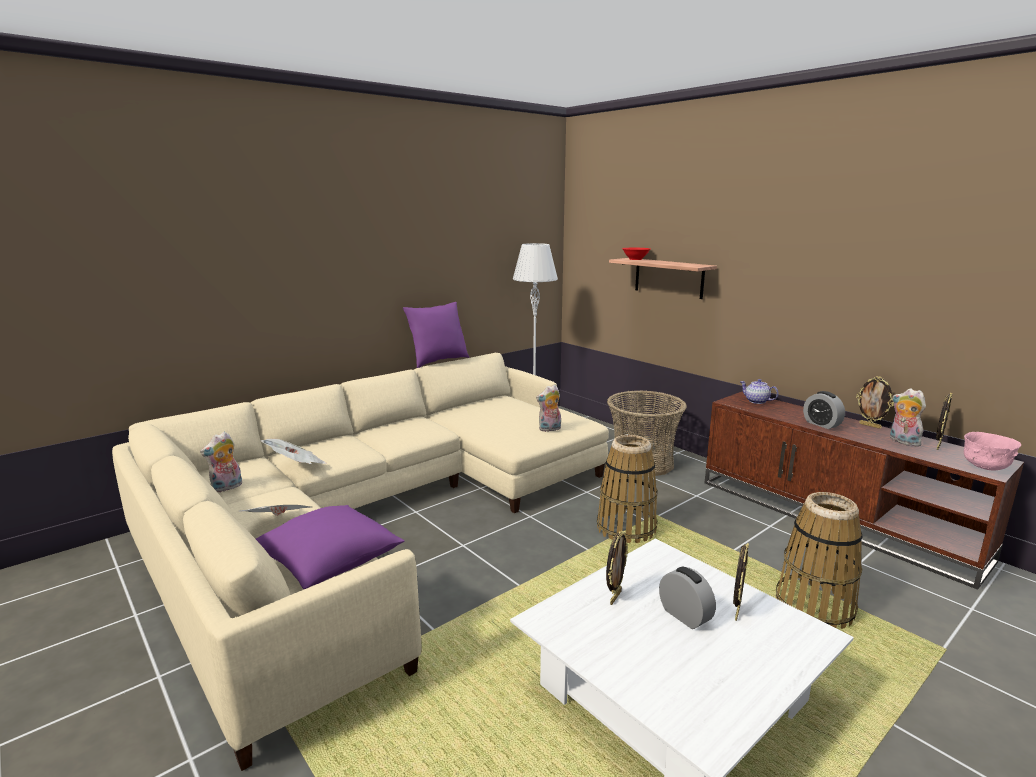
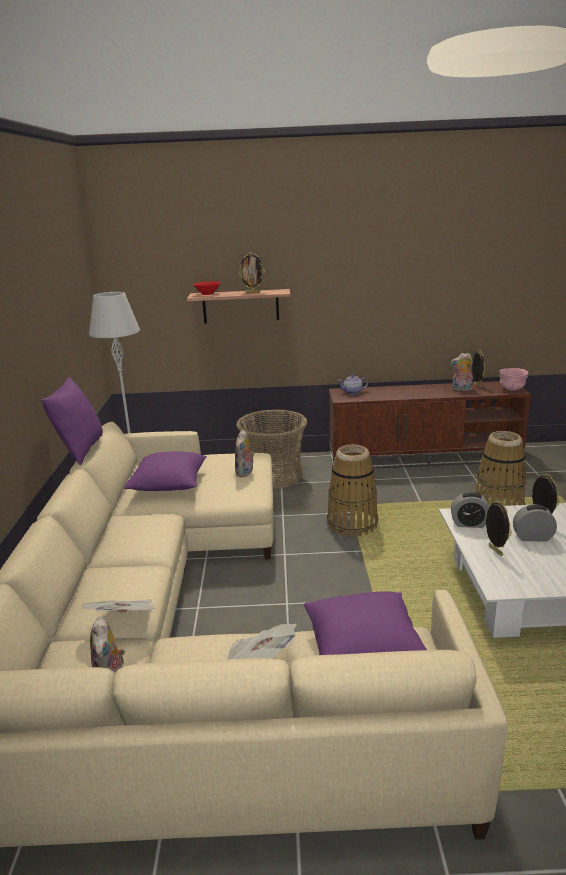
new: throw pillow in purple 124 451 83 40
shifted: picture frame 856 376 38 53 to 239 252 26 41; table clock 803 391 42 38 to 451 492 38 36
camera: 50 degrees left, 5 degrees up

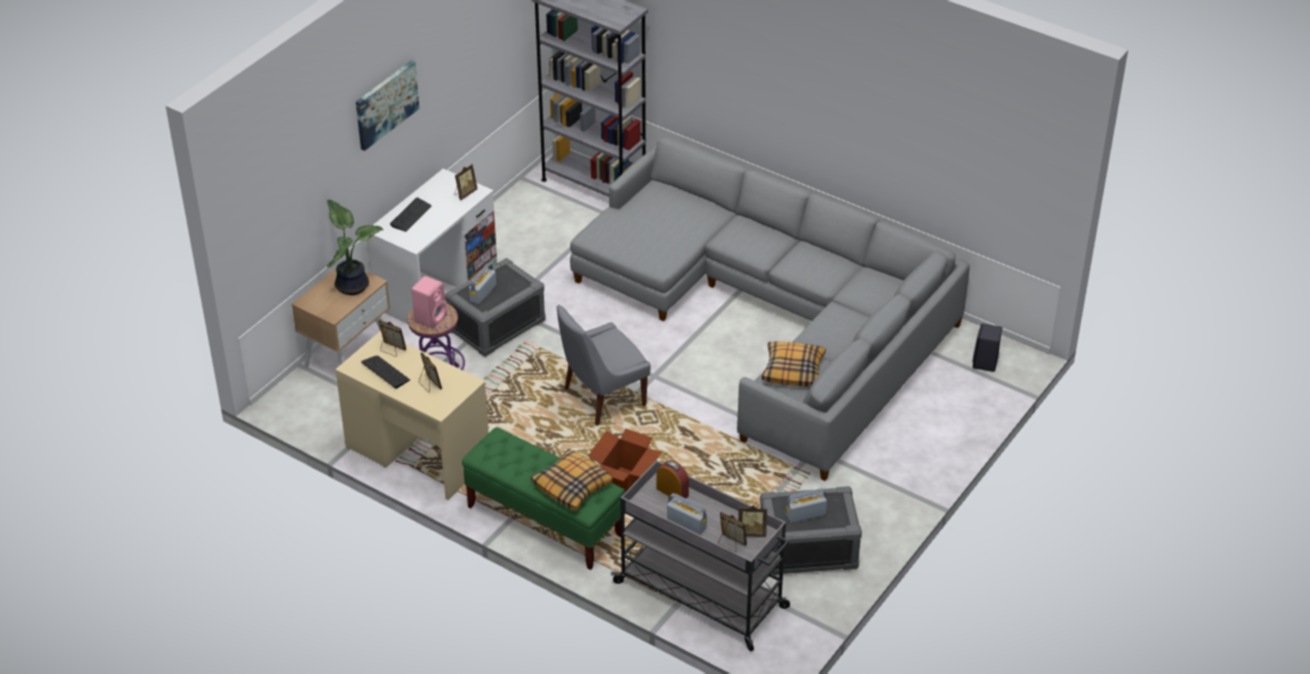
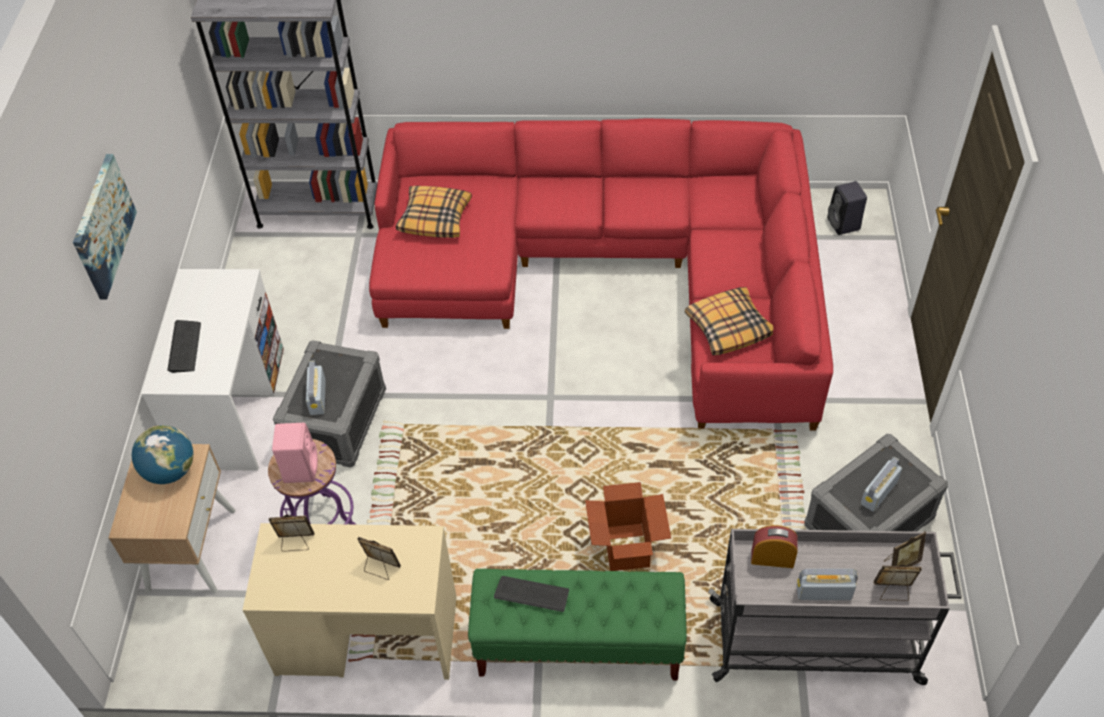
gone: picture frame 455 164 22 36; chair in gray 557 304 93 122
shifted: throw pillow 531 449 82 62 to 396 186 76 52; keyboard 361 356 49 33 to 494 576 75 36
swapped: plant in a pot 327 200 56 95 to globe 132 425 61 59
repainted: settee in gray 570 136 400 345 to settee in red 369 118 464 313
camera: 30 degrees left, 10 degrees up

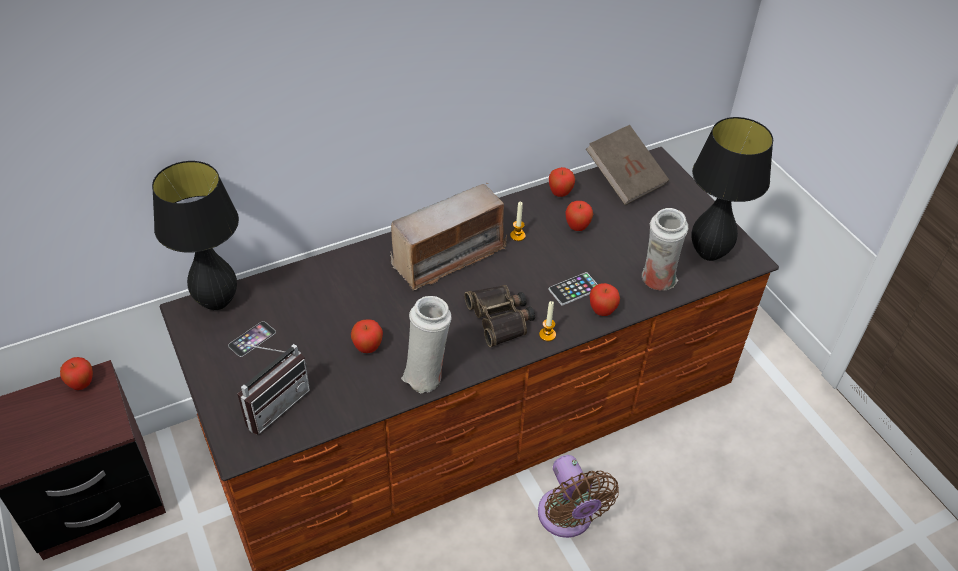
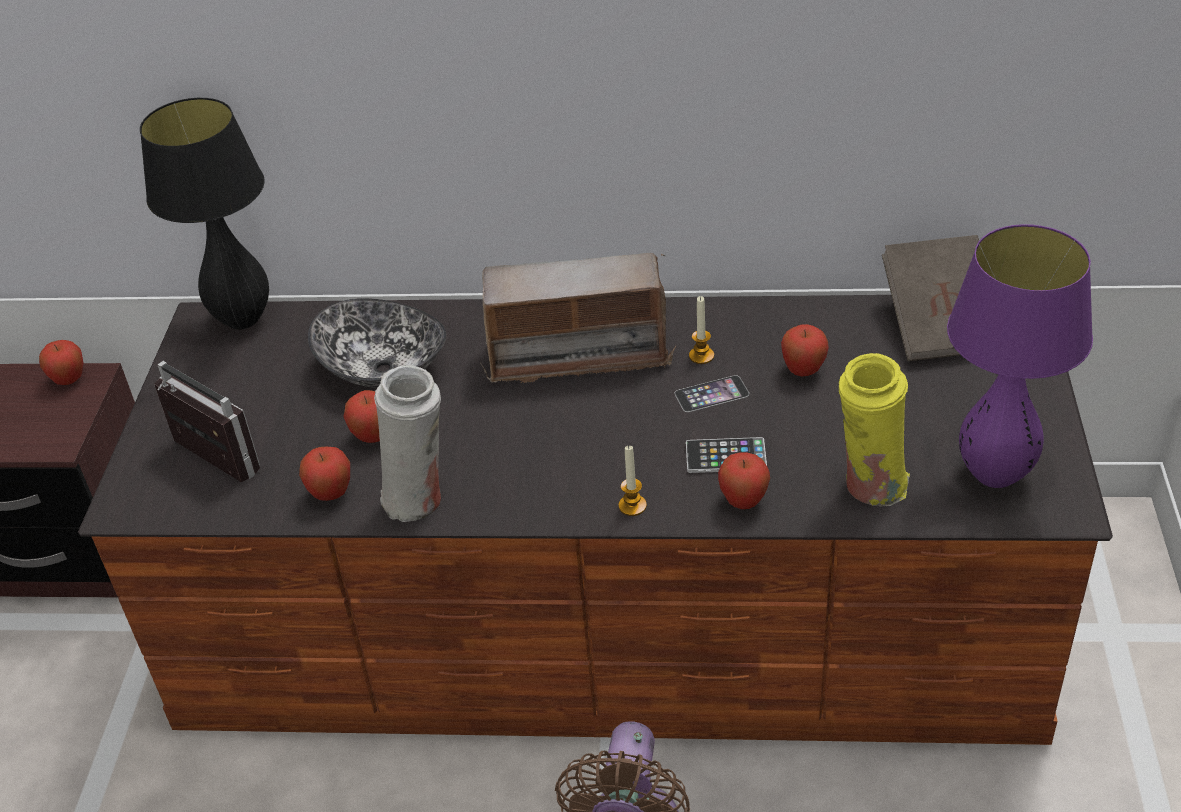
gone: pair of binoculars 464 285 71 62
new: bowl 308 298 138 90
shifted: apple 549 167 26 30 to 299 447 51 54; handset 228 321 48 36 to 675 375 74 37
repainted: vase in white 642 208 46 82 to vase in yellow-coloured 839 353 71 154; table lamp in black-coloured 691 117 82 144 to table lamp in purple 947 224 146 264
rotated: radio set 238 344 72 91 = 154 361 106 121 120 degrees counterclockwise
camera: 35 degrees right, 5 degrees down

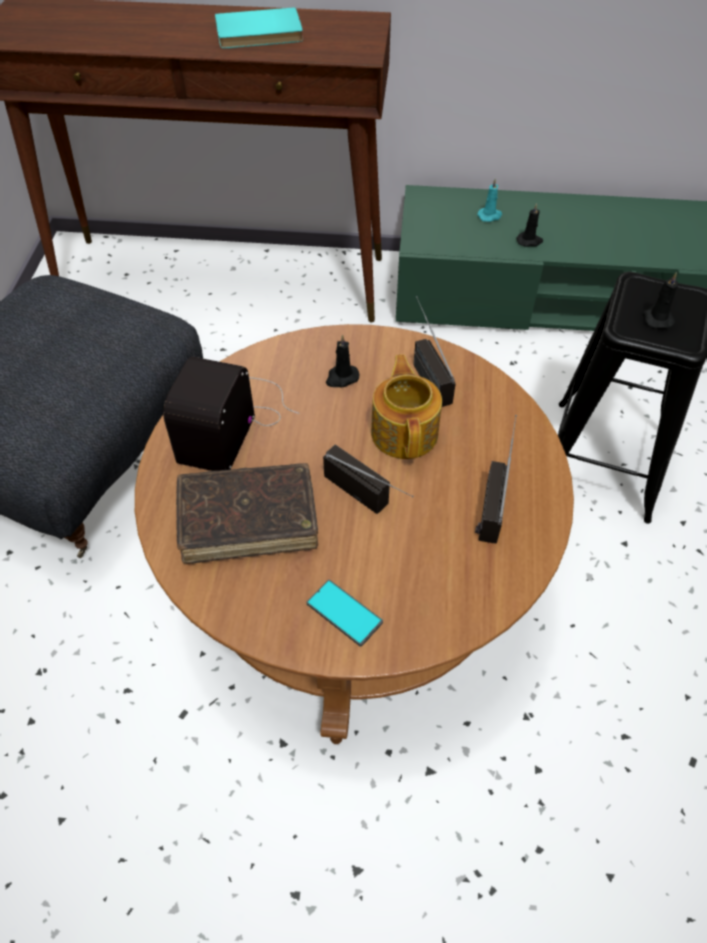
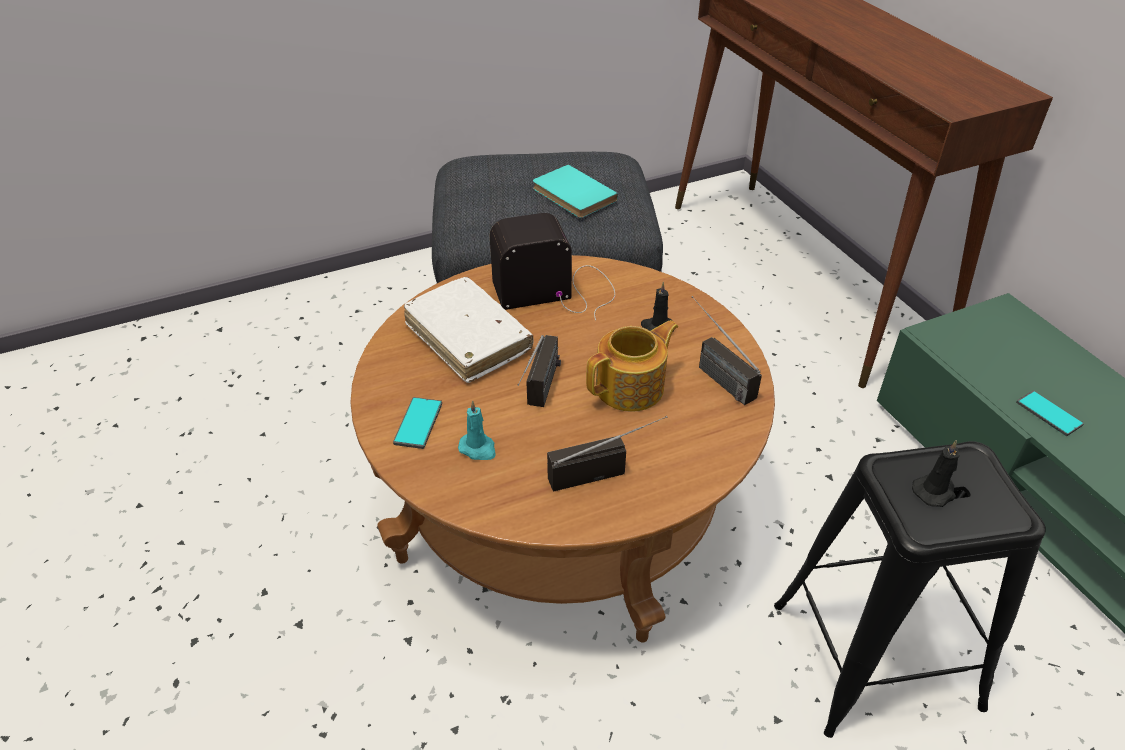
shifted: wax light in blue-green 477 178 25 44 to 458 400 38 60; book in blue-green 215 7 88 41 to 533 165 85 53
swapped: wax light in black-coloured 516 203 27 44 to handset 1016 390 68 46
repainted: book in brown-coloured 176 463 142 101 to book in white 404 277 129 106
rotated: radio set 413 296 43 111 = 692 296 70 109 75 degrees counterclockwise
camera: 60 degrees right, 10 degrees down

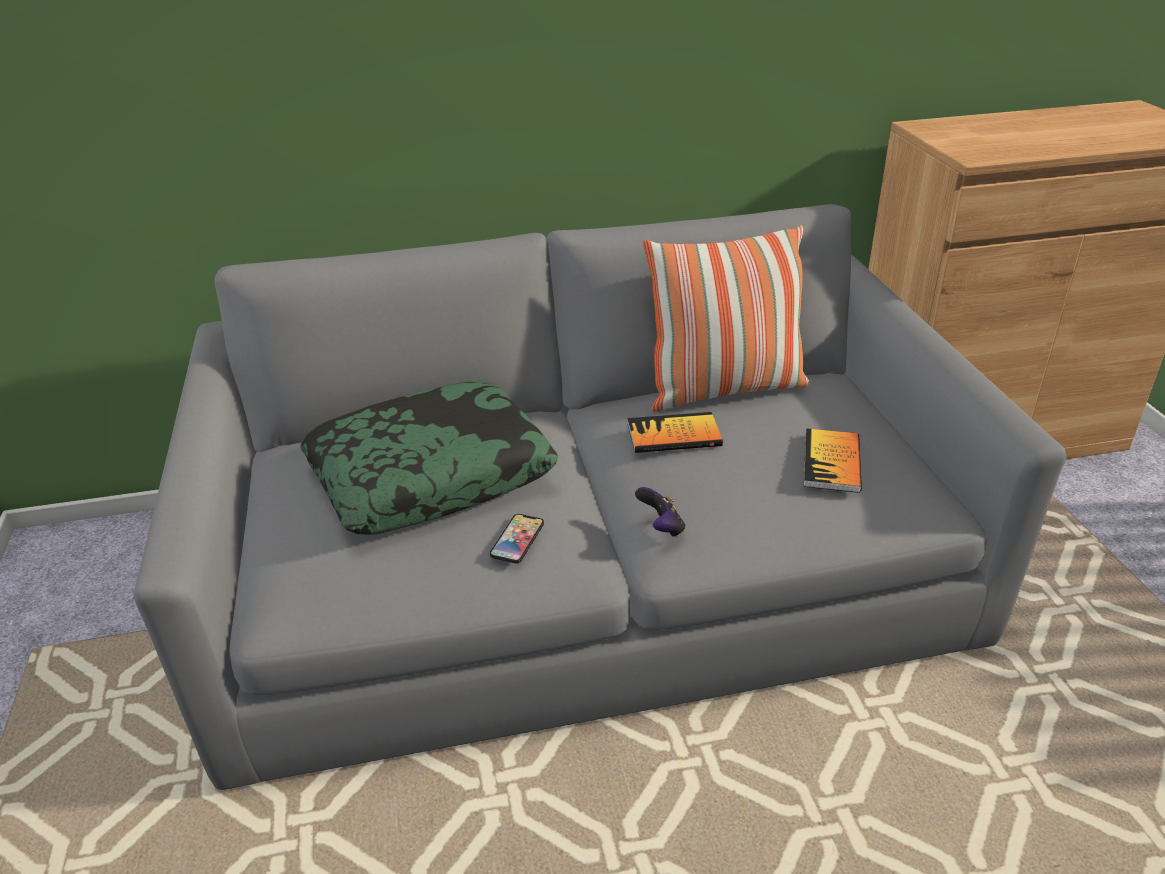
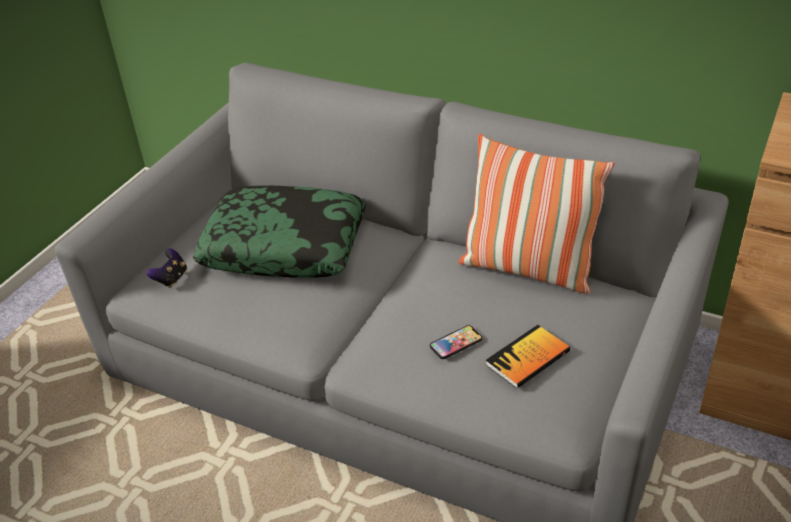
gone: book 627 412 96 41
shifted: game controller 635 487 50 50 to 146 248 41 40; handset 490 514 54 50 to 430 325 52 34
camera: 40 degrees right, 5 degrees up

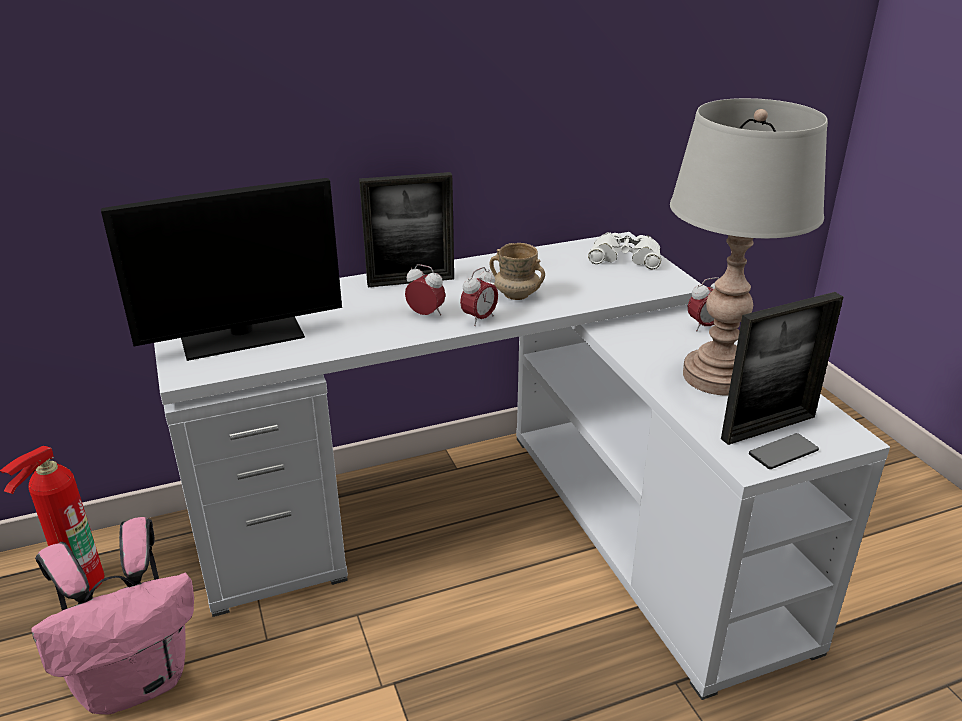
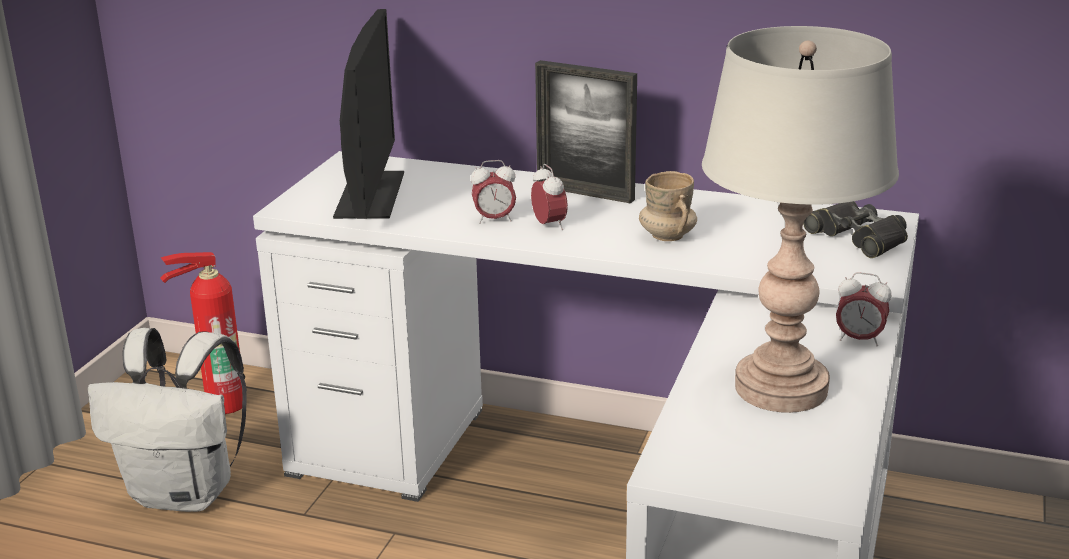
gone: picture frame 721 292 122 153; handset 749 433 70 36
shifted: table clock 460 267 38 59 to 471 160 45 64
repainted: rucksack in pink-coloured 31 517 163 197 to rucksack in white 88 328 159 184; pair of binoculars in white 588 232 73 37 to pair of binoculars in black-coloured 803 201 105 57
rotated: monitor 101 178 241 183 = 333 9 71 210 105 degrees counterclockwise
camera: 40 degrees right, 5 degrees down

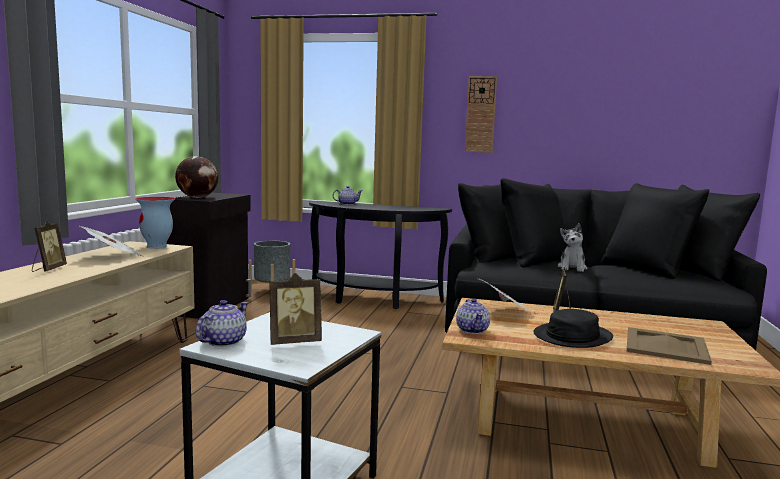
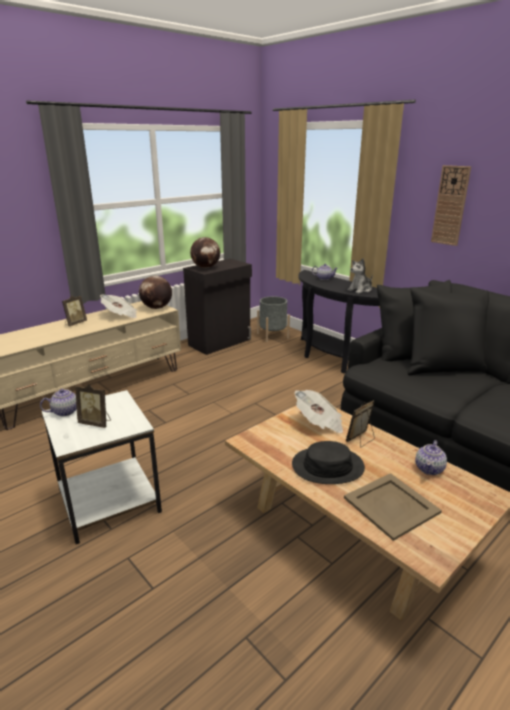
shifted: plush toy 557 223 30 49 to 347 258 26 36; teapot 456 298 34 36 to 415 440 32 35
swapped: vase 135 197 40 52 to globe 139 276 33 33
camera: 35 degrees right, 15 degrees up

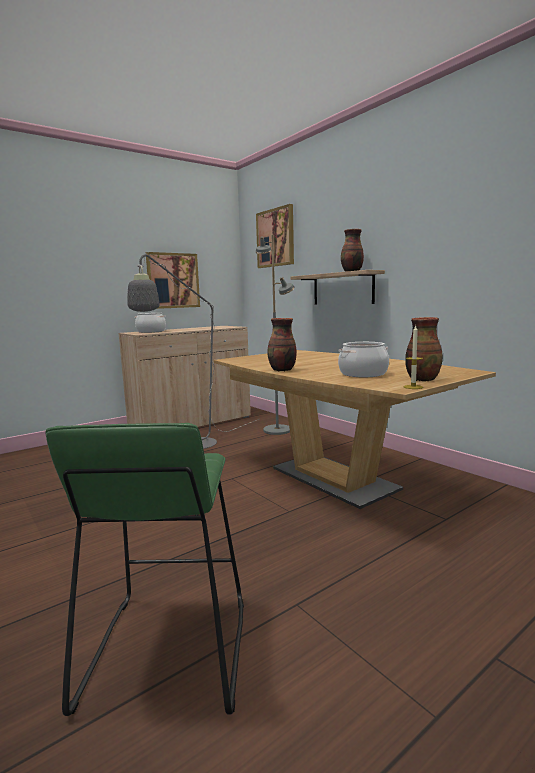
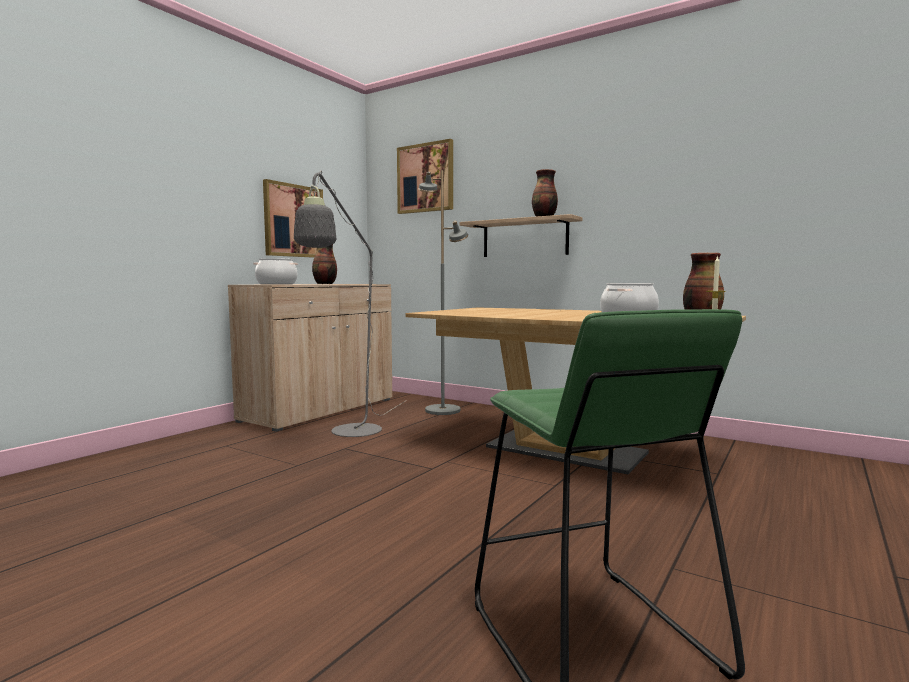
shifted: vase 267 318 30 54 to 312 244 25 40
camera: 20 degrees left, 5 degrees down

